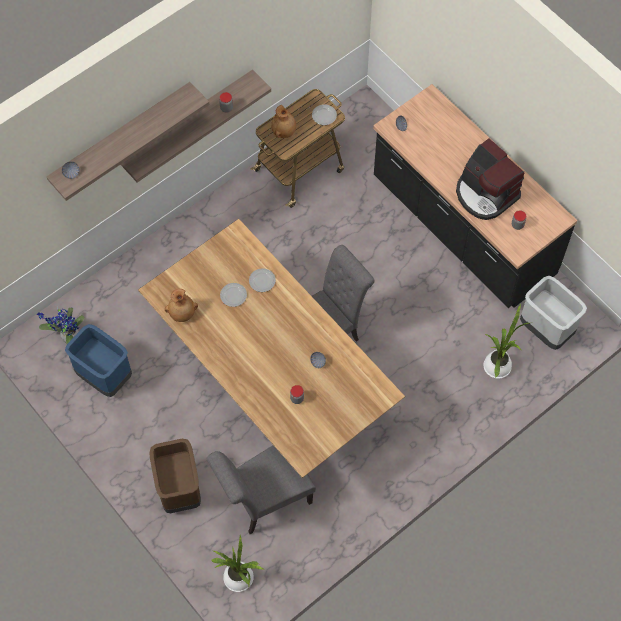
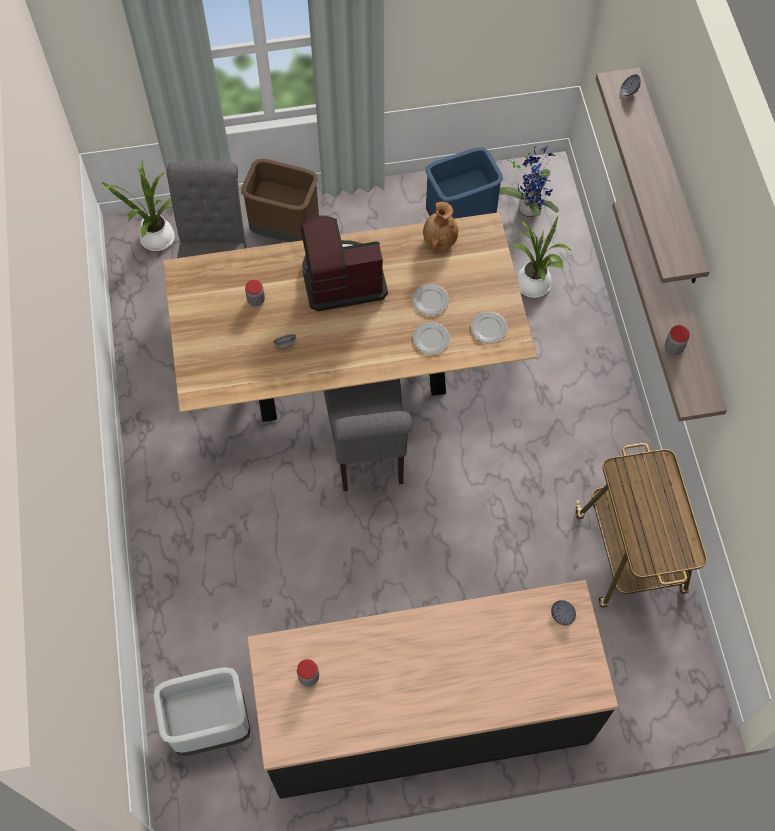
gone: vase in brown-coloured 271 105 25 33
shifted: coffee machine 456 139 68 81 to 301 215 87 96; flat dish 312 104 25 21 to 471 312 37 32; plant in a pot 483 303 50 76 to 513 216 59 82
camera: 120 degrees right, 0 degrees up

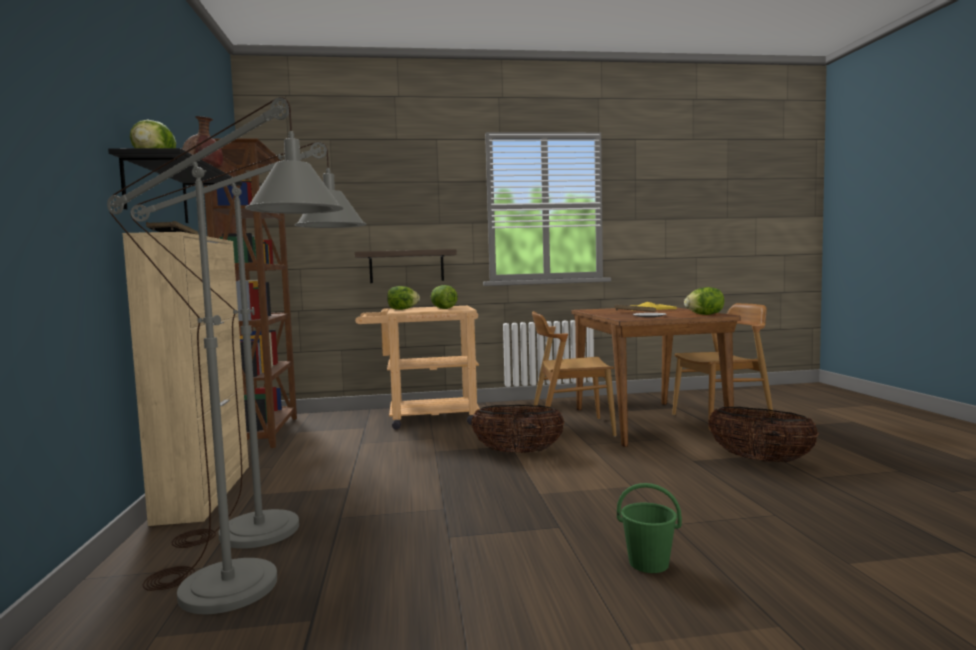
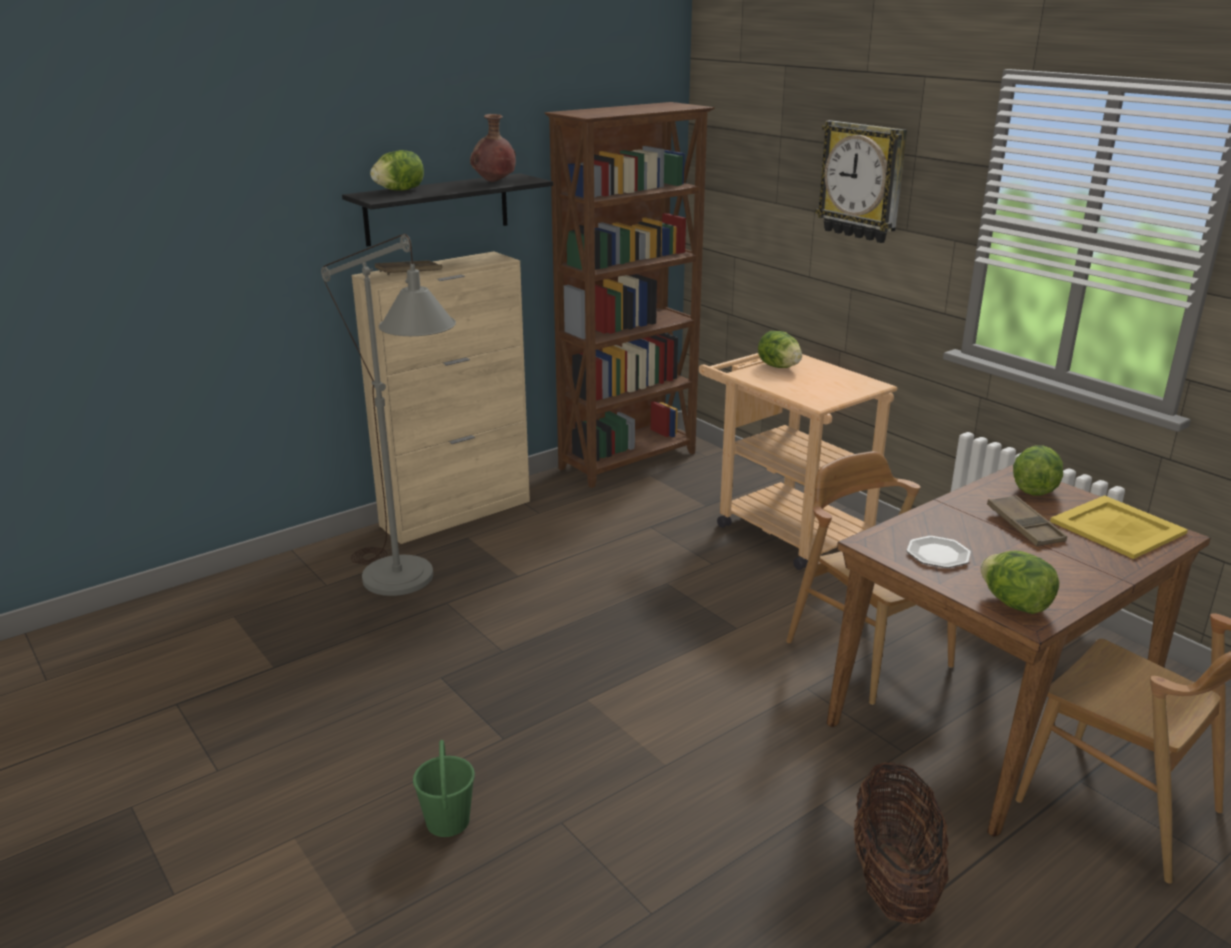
gone: standard lamp in gray 107 97 237 517; bracket shelf 355 249 102 34; household basket 471 405 94 48
new: clock on the wall 815 120 92 123
shifted: lettuce head 431 285 27 24 to 1013 445 50 50
camera: 60 degrees right, 20 degrees up

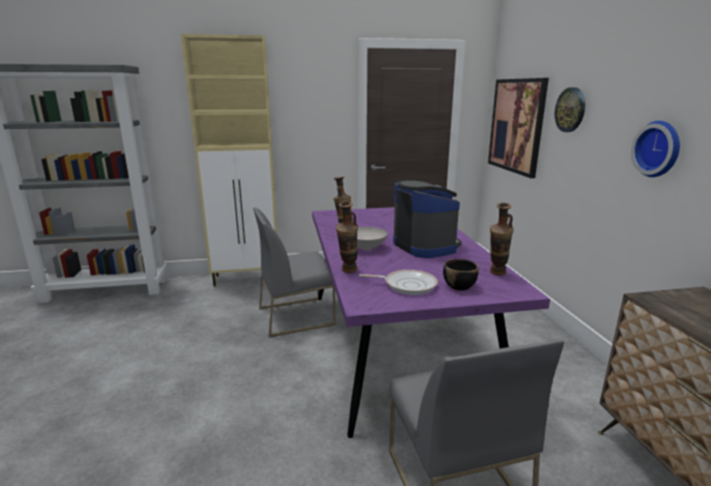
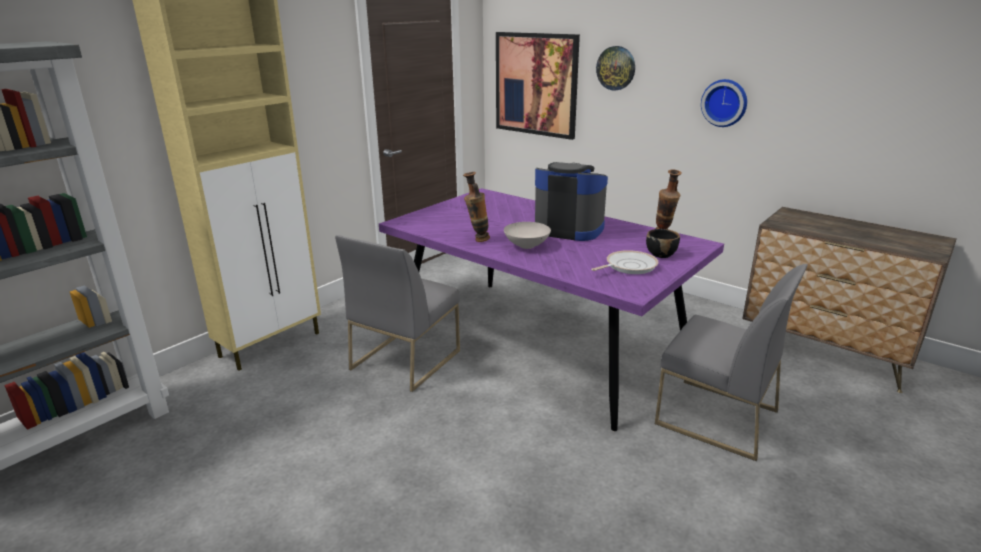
gone: vase 336 201 22 72
camera: 40 degrees left, 5 degrees up

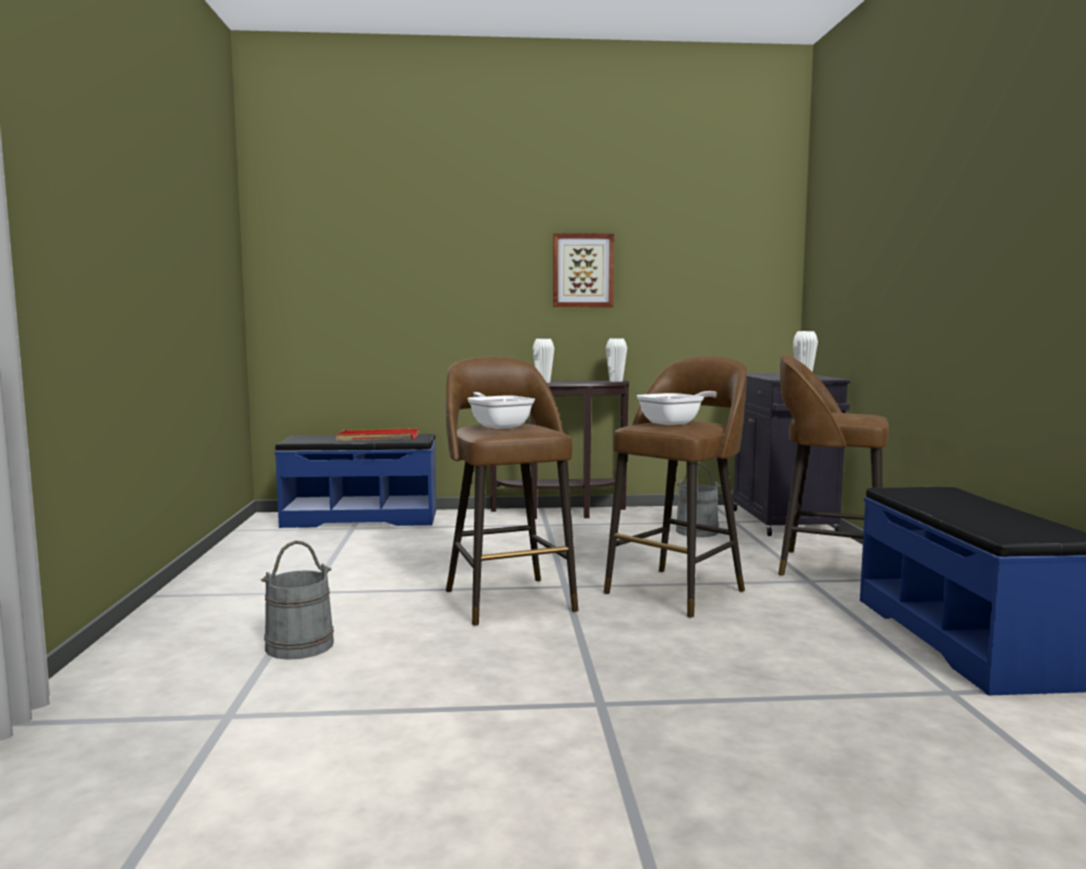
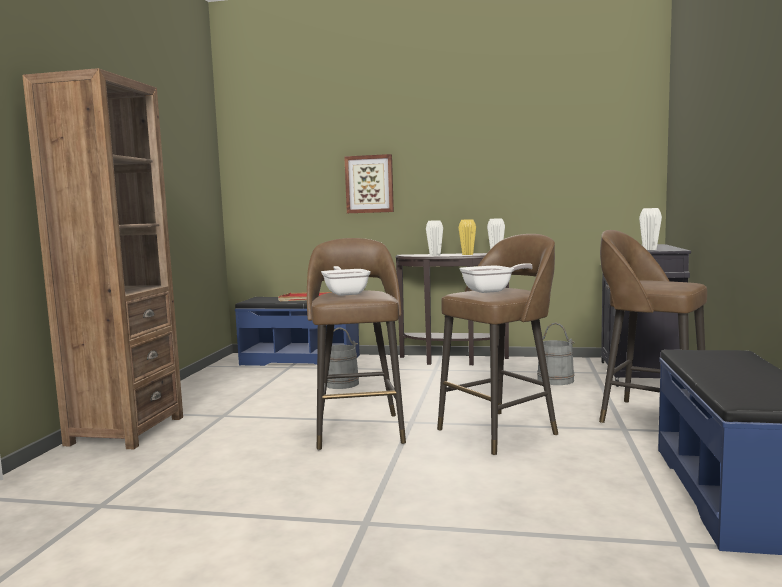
new: shelving unit in brown-coloured 22 68 161 381; vase in yellow-coloured 458 219 18 36
shifted: pail in gray 261 541 73 119 to 327 327 32 62; picture 553 233 61 74 to 344 154 50 59
camera: 15 degrees right, 0 degrees up

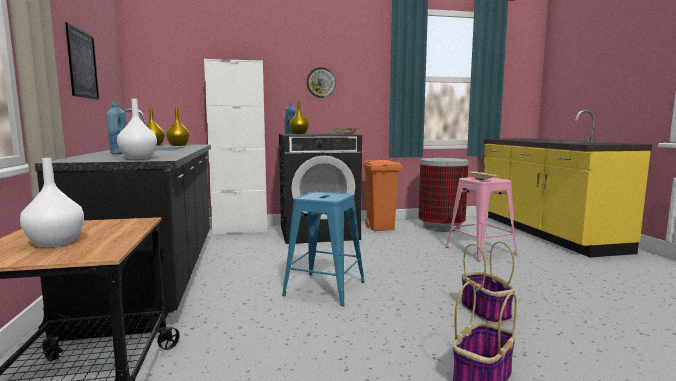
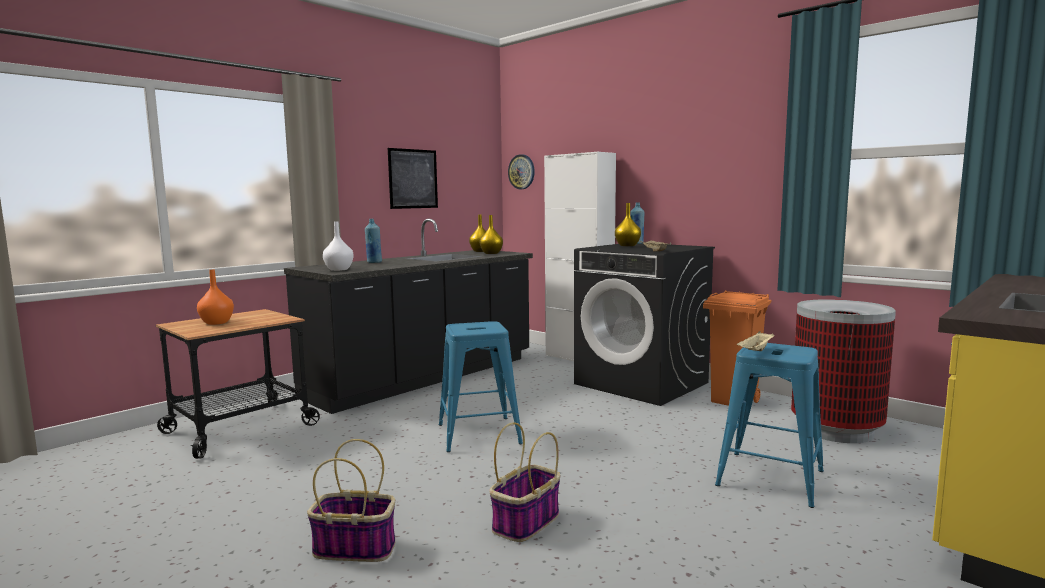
shifted: clock on the wall 306 67 30 31 to 508 154 27 35
repainted: vase in white 20 158 64 89 to vase in orangey 197 270 37 55; stool seat in pink-coloured 446 177 72 84 to stool seat in bluish 715 343 109 165
camera: 55 degrees right, 0 degrees up

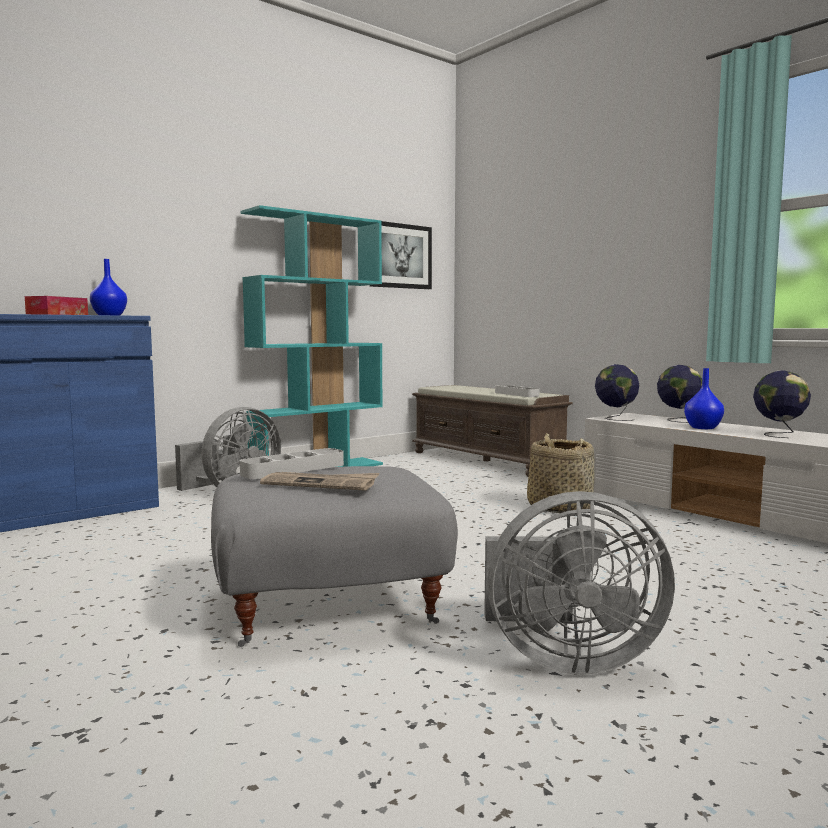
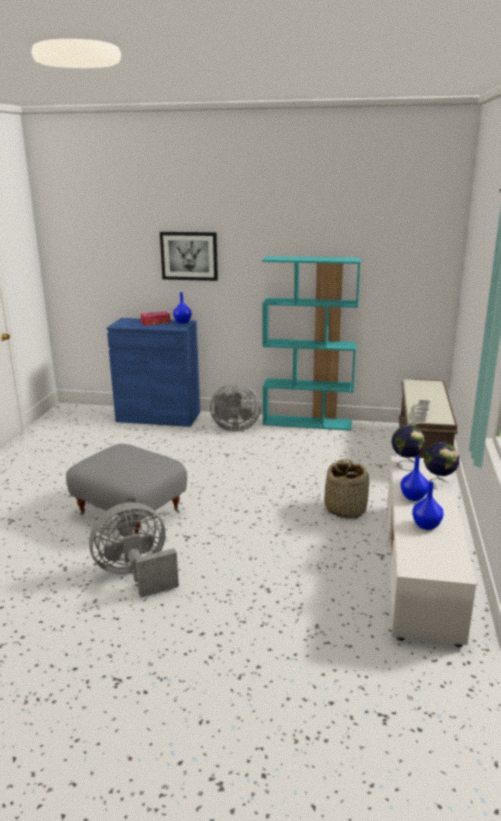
gone: carrying tray in gray 240 448 104 31; printed paper 260 472 119 19
shifted: picture 370 221 62 68 to 160 232 58 49
swapped: globe 753 370 58 68 to vase in bluish 412 482 32 48
rotated: electric fan in gray 484 491 191 184 = 89 502 90 96 105 degrees clockwise
camera: 50 degrees right, 15 degrees up

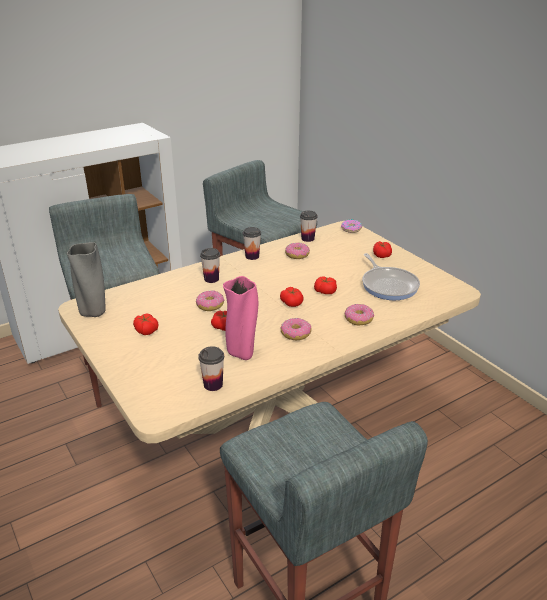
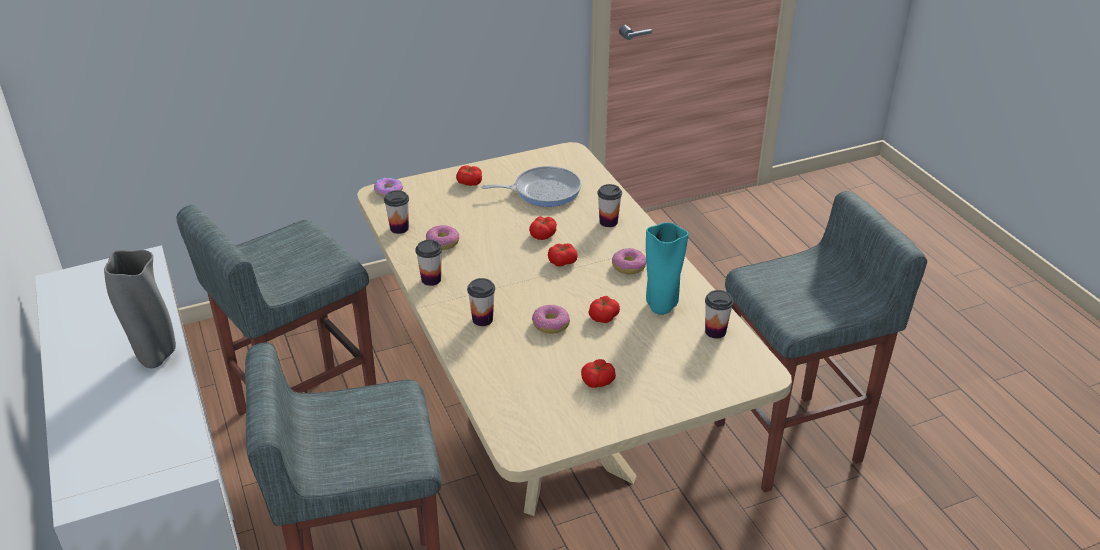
shifted: vase in gray 67 242 39 75 to 104 250 72 118
swapped: doughnut 345 304 29 21 to drinking cup 597 184 25 43
repainted: vase in pink-coloured 223 276 35 84 to vase in blue-green 646 222 43 93
camera: 80 degrees left, 5 degrees up

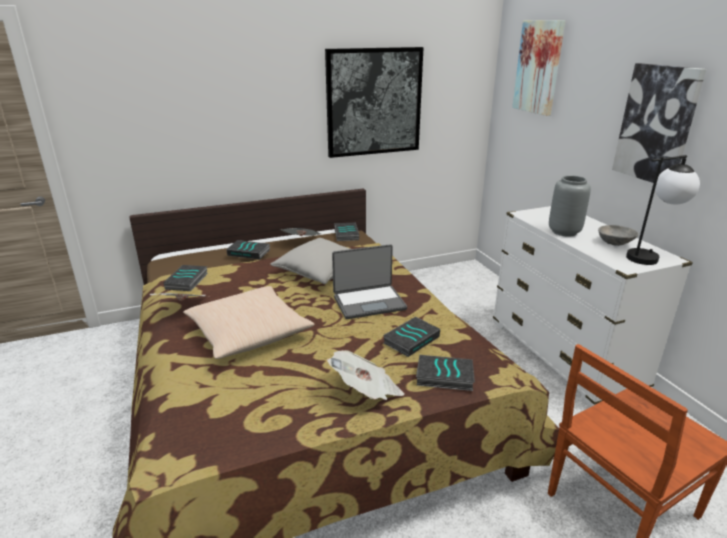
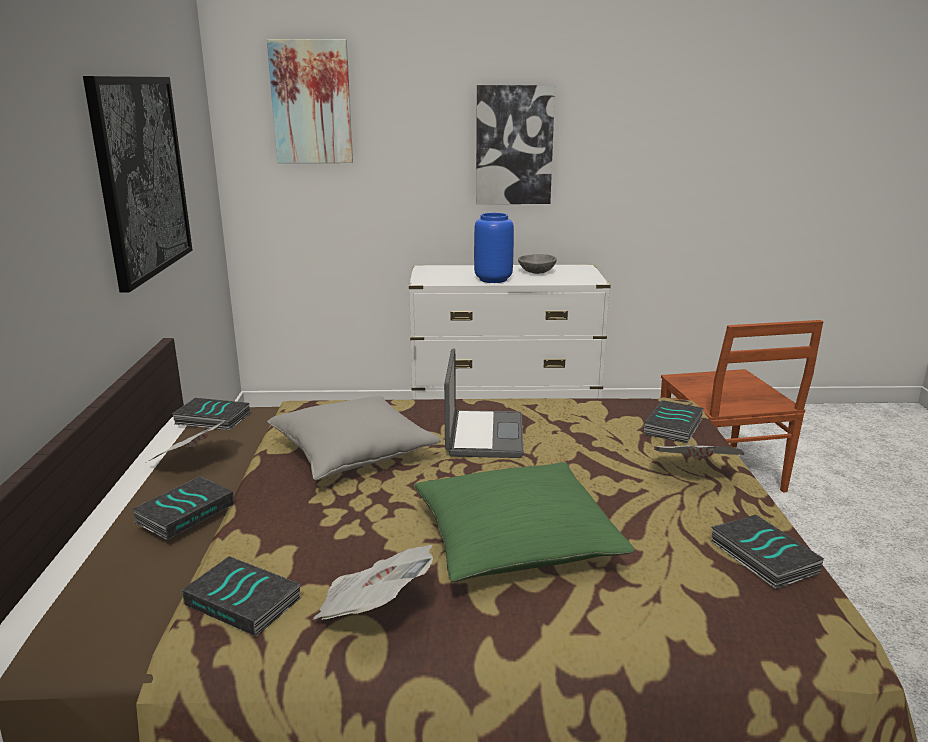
gone: table lamp 626 155 74 110
shifted: book 383 317 57 40 to 711 514 113 75
repainted: throw pillow in beige-coloured 183 286 132 73 to throw pillow in green 414 462 221 120; vase in gray 549 175 42 62 to vase in bluish 474 213 40 70
camera: 70 degrees left, 5 degrees down

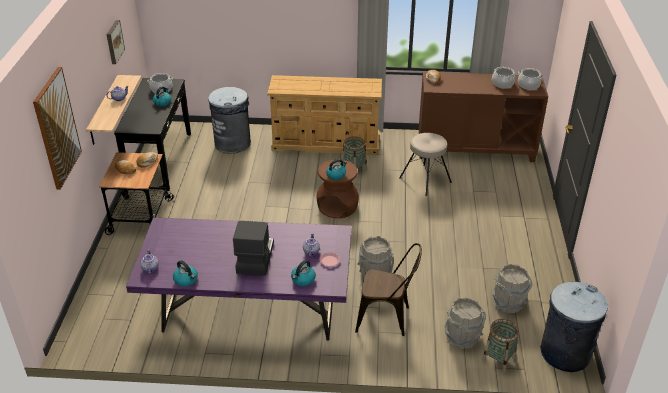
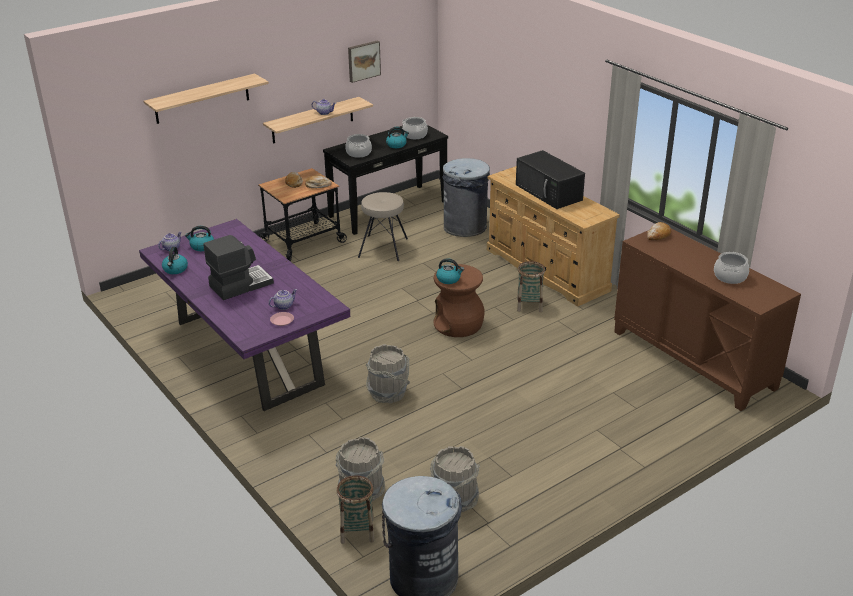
gone: chair in brown-coloured 355 243 67 93
new: microwave in black-coloured 516 150 69 59
shifted: water kettle 291 260 25 26 to 185 226 29 25; cooking pot 518 68 25 22 to 345 134 27 24; stool seat in beige-coloured 399 133 53 63 to 358 192 50 69
swapped: picture 33 67 49 123 to bracket shelf 144 74 125 50
camera: 50 degrees right, 5 degrees down

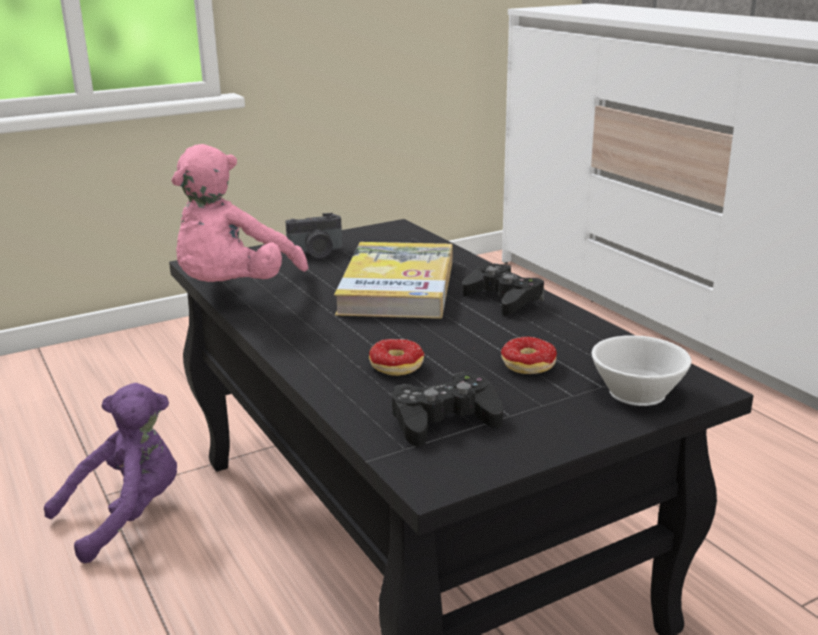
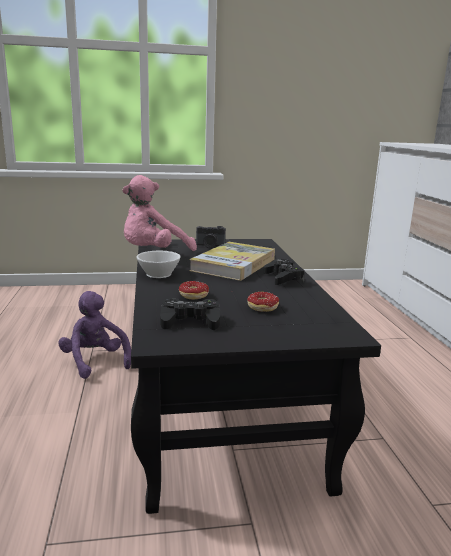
shifted: drinking cup in white 591 335 101 71 to 136 251 45 27
rotated: plush toy in purple 44 383 133 180 = 58 291 73 88 105 degrees counterclockwise
camera: 20 degrees right, 5 degrees down

